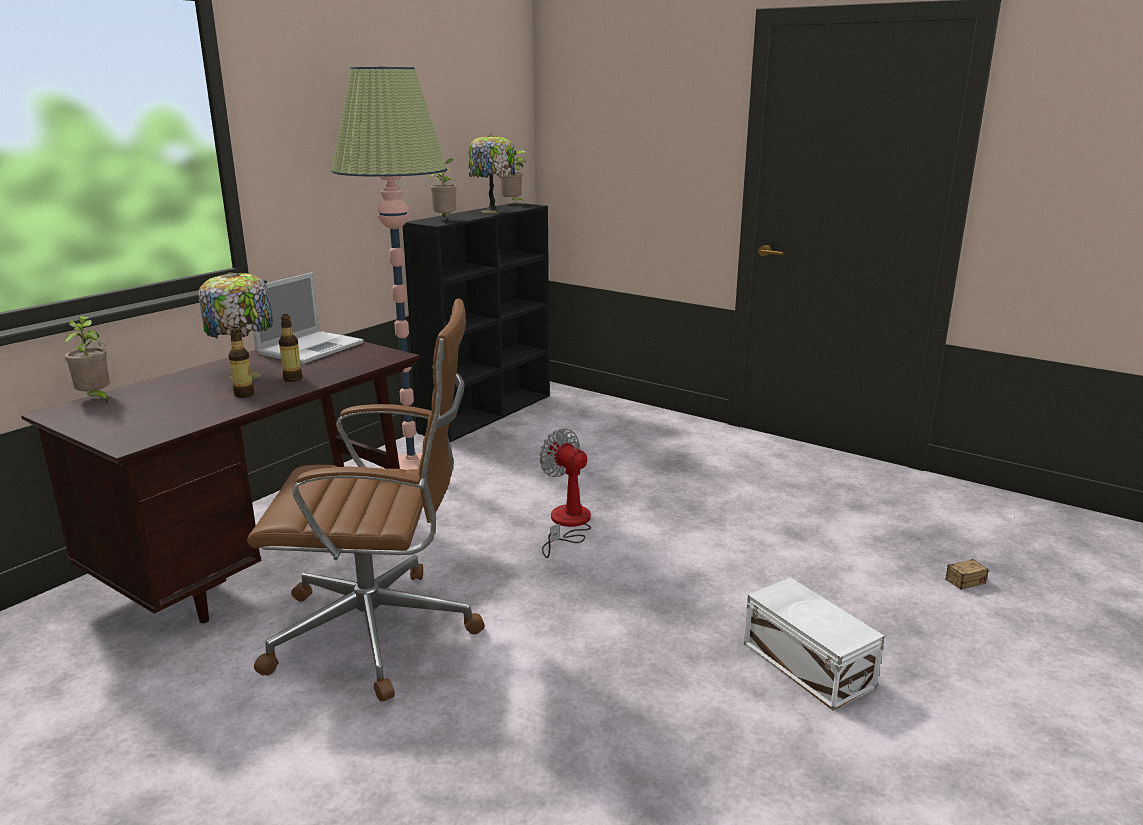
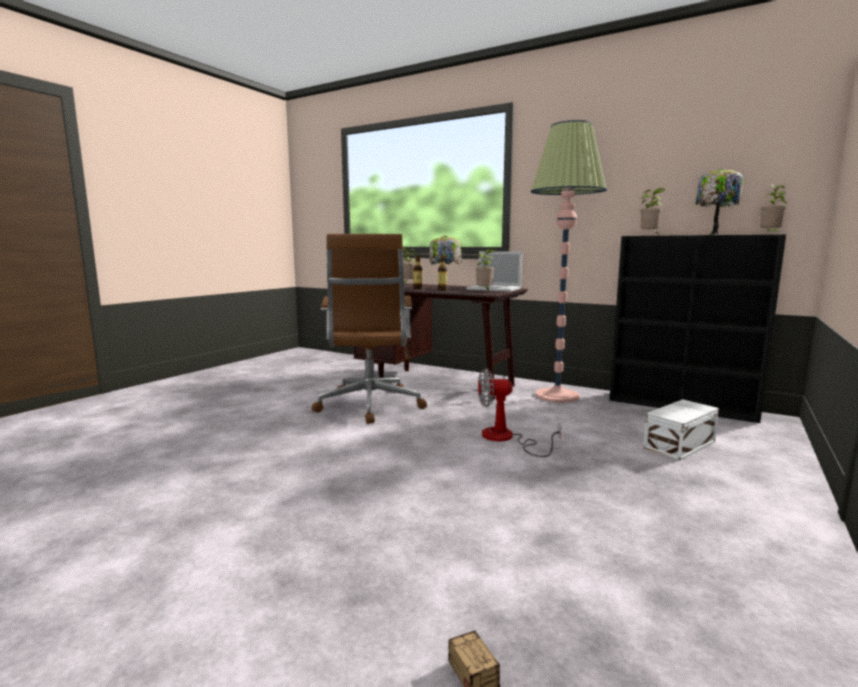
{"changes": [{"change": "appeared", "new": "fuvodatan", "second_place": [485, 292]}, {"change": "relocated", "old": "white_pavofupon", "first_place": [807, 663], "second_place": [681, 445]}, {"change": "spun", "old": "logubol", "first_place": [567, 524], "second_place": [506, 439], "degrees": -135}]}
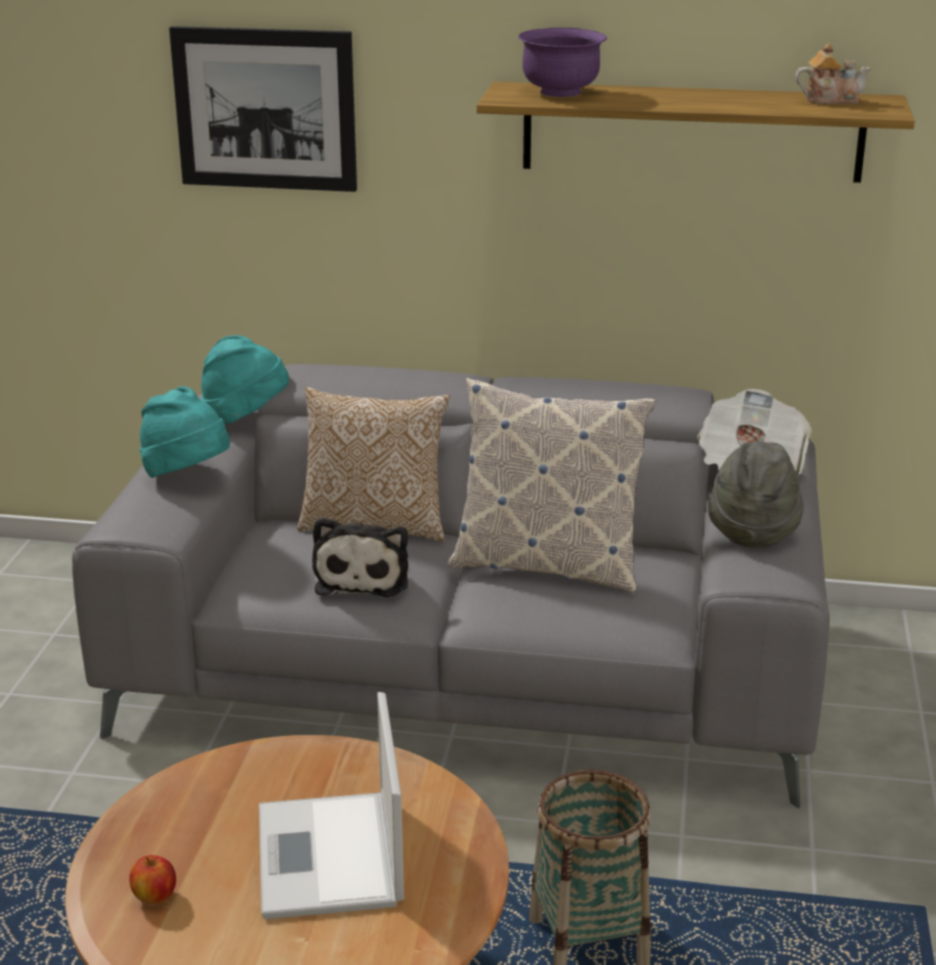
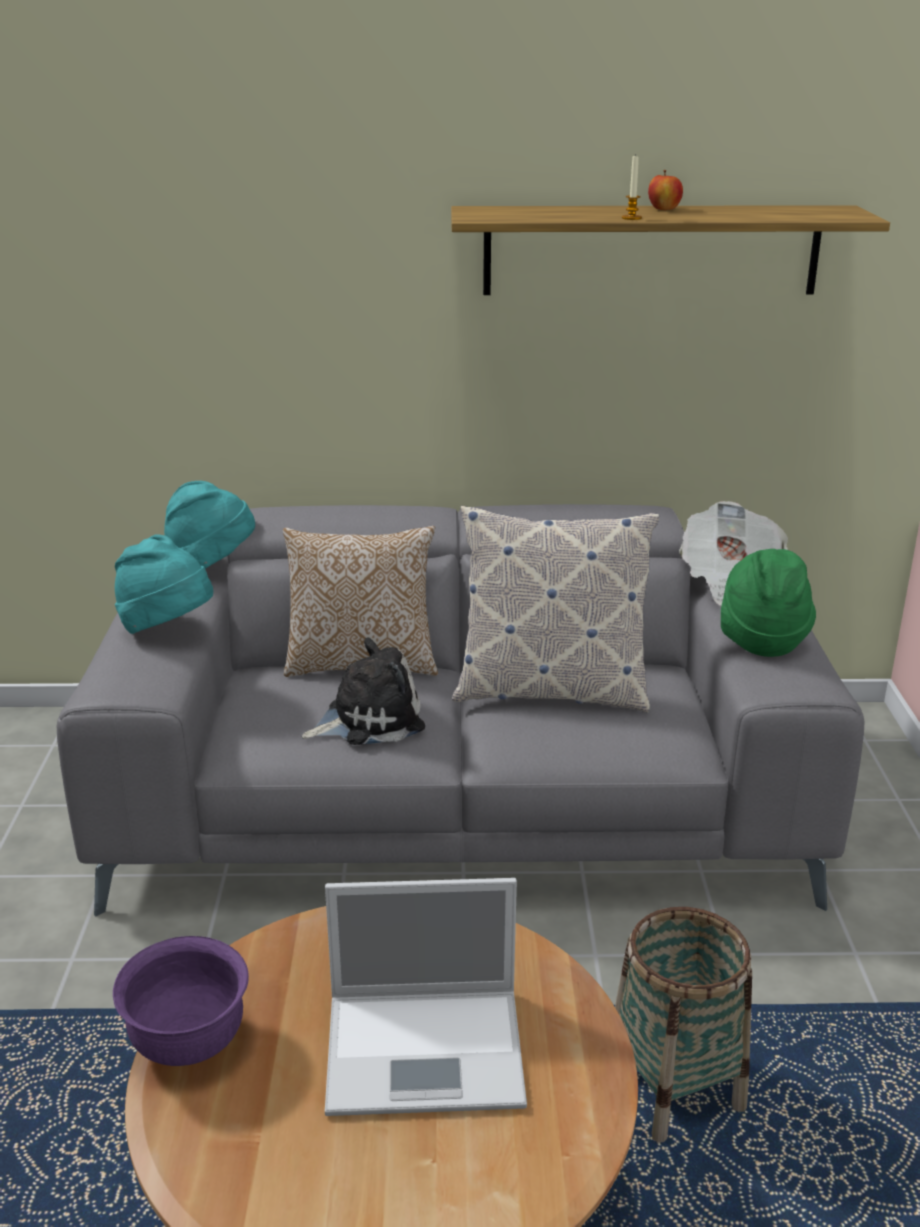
{"changes": [{"change": "missing", "old": "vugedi", "first_place": [265, 109]}, {"change": "missing", "old": "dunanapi", "first_place": [830, 100]}, {"change": "appeared", "new": "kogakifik", "second_place": [631, 218]}, {"change": "relocated", "old": "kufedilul", "first_place": [155, 896], "second_place": [664, 209]}, {"change": "relocated", "old": "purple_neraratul", "first_place": [560, 92], "second_place": [188, 1043]}, {"change": "colour", "old": "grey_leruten", "new": "green_leruten", "first_place": [752, 530], "second_place": [761, 639]}, {"change": "spun", "old": "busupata", "first_place": [330, 858], "second_place": [429, 1050], "degrees": -75}, {"change": "spun", "old": "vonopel", "first_place": [363, 577], "second_place": [369, 719], "degrees": -105}]}
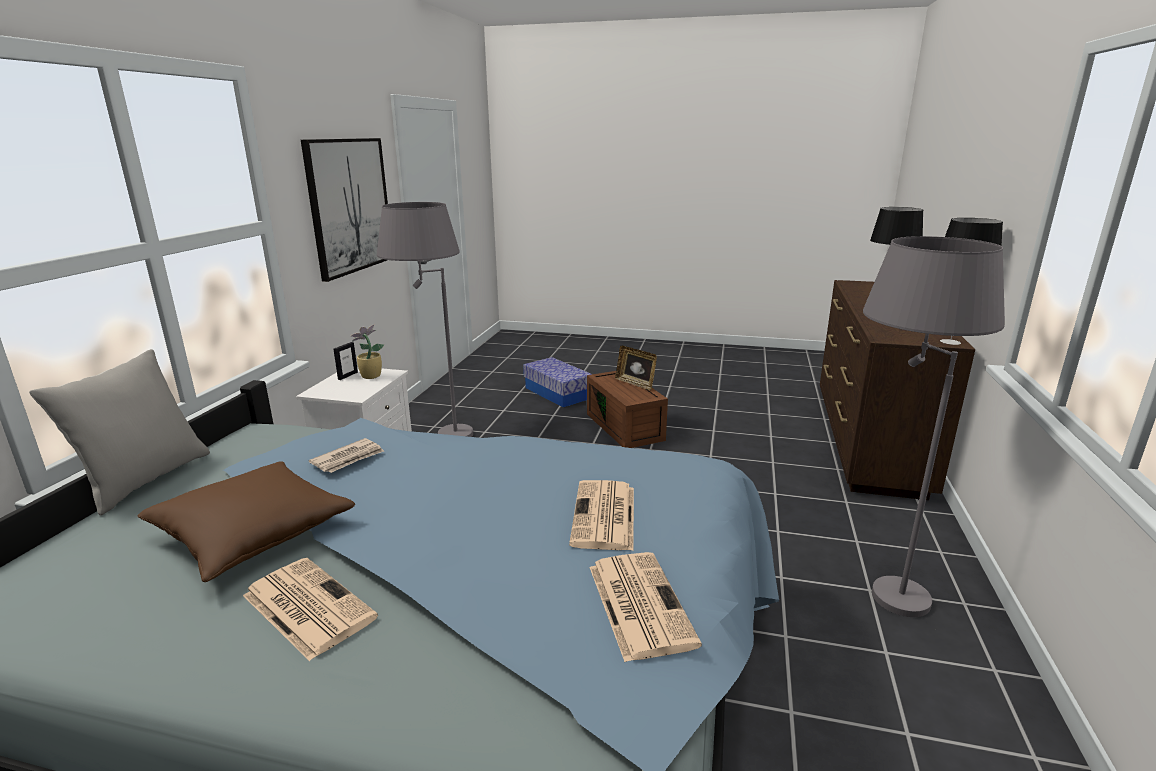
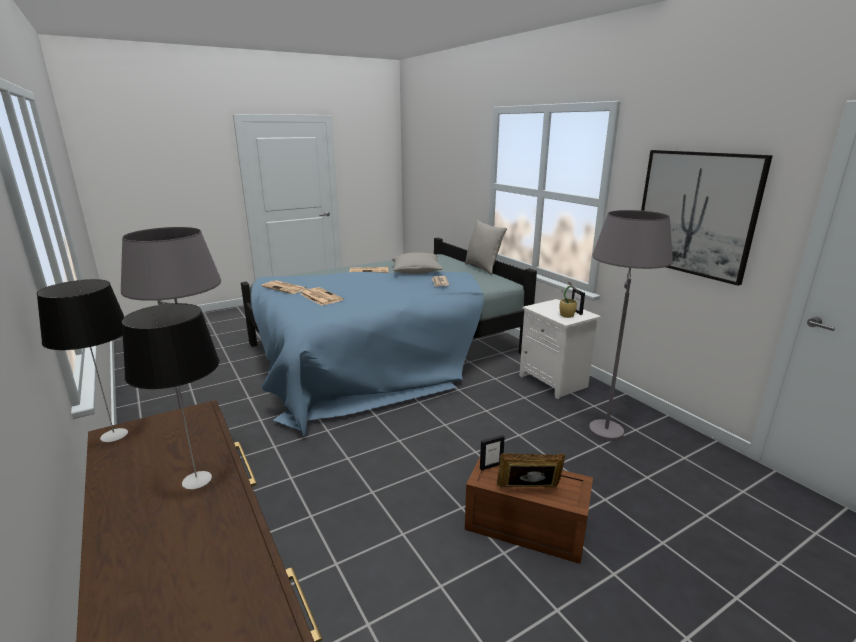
{"changes": [{"change": "missing", "old": "pavofupon", "first_place": [557, 393]}, {"change": "appeared", "new": "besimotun", "second_place": [491, 466]}, {"change": "colour", "old": "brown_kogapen", "new": "grey_kogapen", "first_place": [253, 534], "second_place": [416, 272]}]}
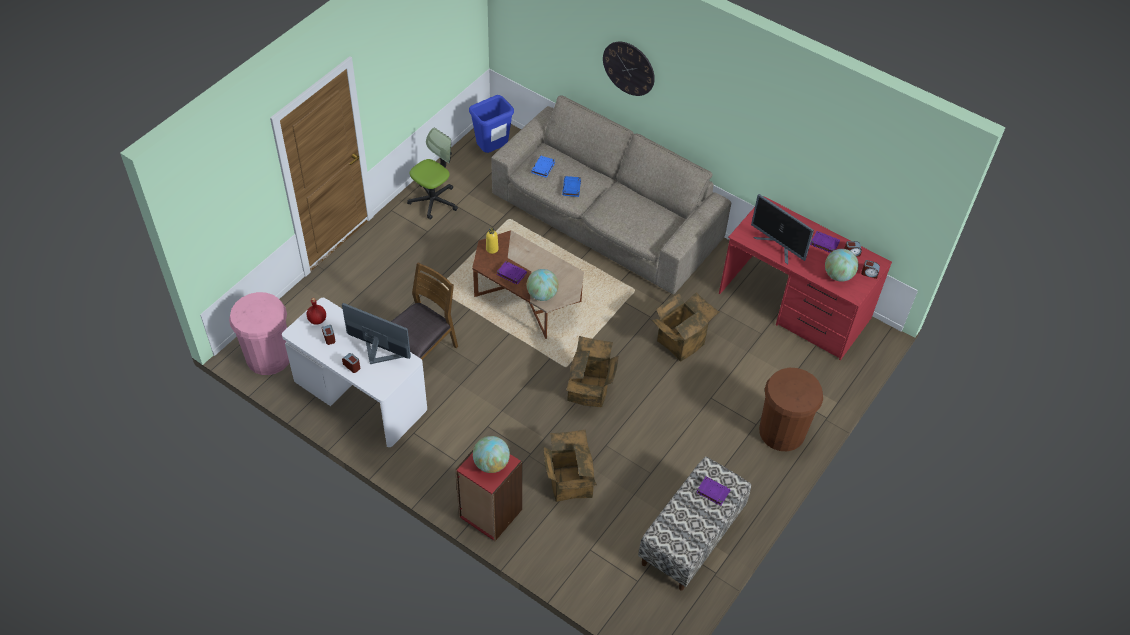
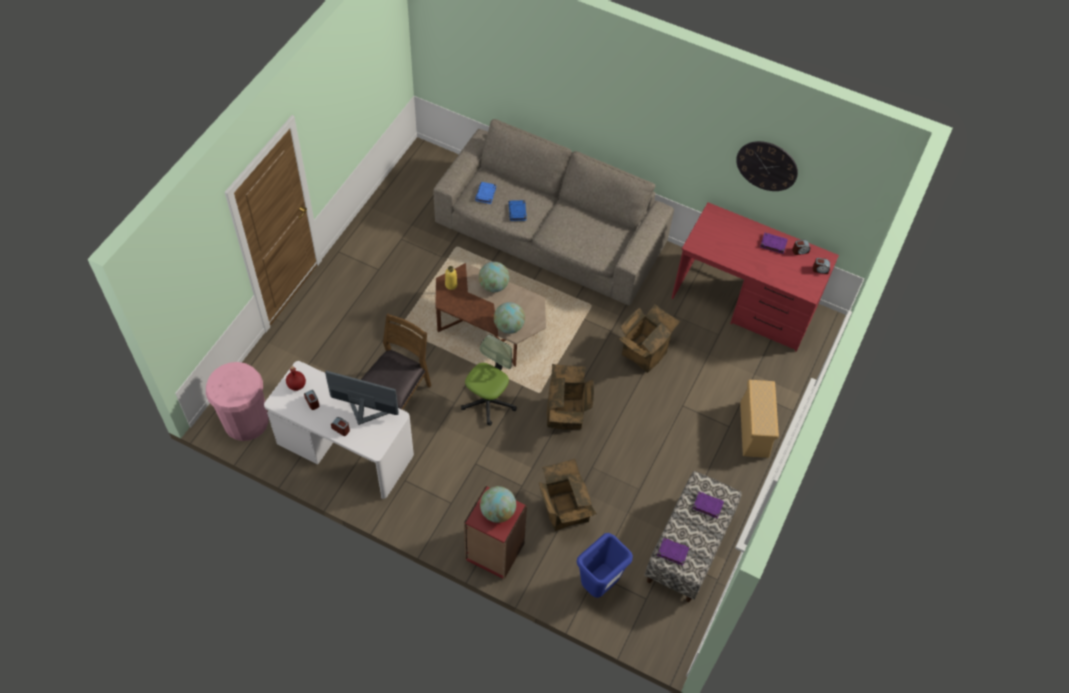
{"changes": [{"change": "missing", "old": "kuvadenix", "first_place": [778, 247]}, {"change": "relocated", "old": "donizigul", "first_place": [433, 200], "second_place": [488, 401]}, {"change": "relocated", "old": "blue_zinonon", "first_place": [492, 151], "second_place": [598, 585]}, {"change": "relocated", "old": "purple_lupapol", "first_place": [511, 274], "second_place": [672, 552]}, {"change": "relocated", "old": "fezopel", "first_place": [629, 68], "second_place": [767, 166]}, {"change": "relocated", "old": "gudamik", "first_place": [838, 275], "second_place": [493, 286]}, {"change": "exchanged", "old": "brown_zinonon", "new": "beige_pavofupon", "first_place": [782, 431], "second_place": [754, 430]}]}
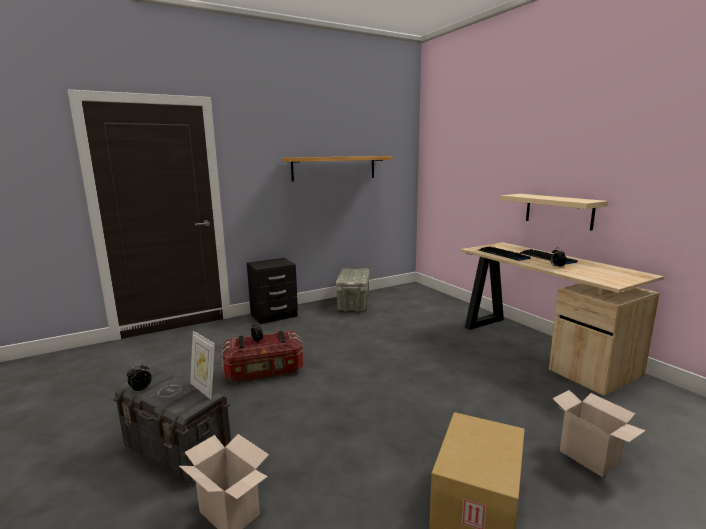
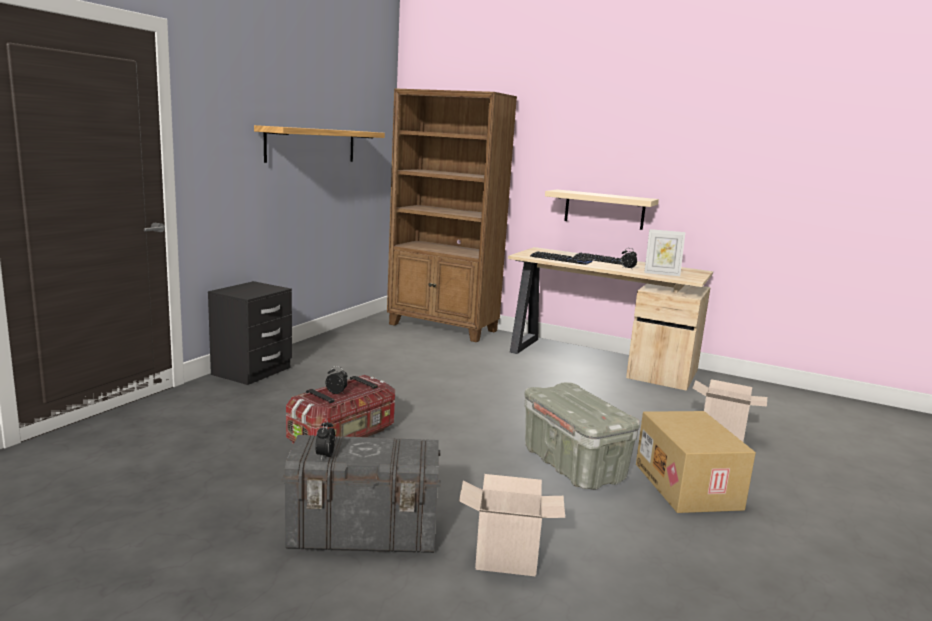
{"changes": [{"change": "appeared", "new": "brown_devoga", "second_place": [443, 328]}, {"change": "relocated", "old": "besimotun", "first_place": [204, 389], "second_place": [661, 274]}, {"change": "relocated", "old": "grey_pavofupon", "first_place": [353, 304], "second_place": [572, 465]}]}
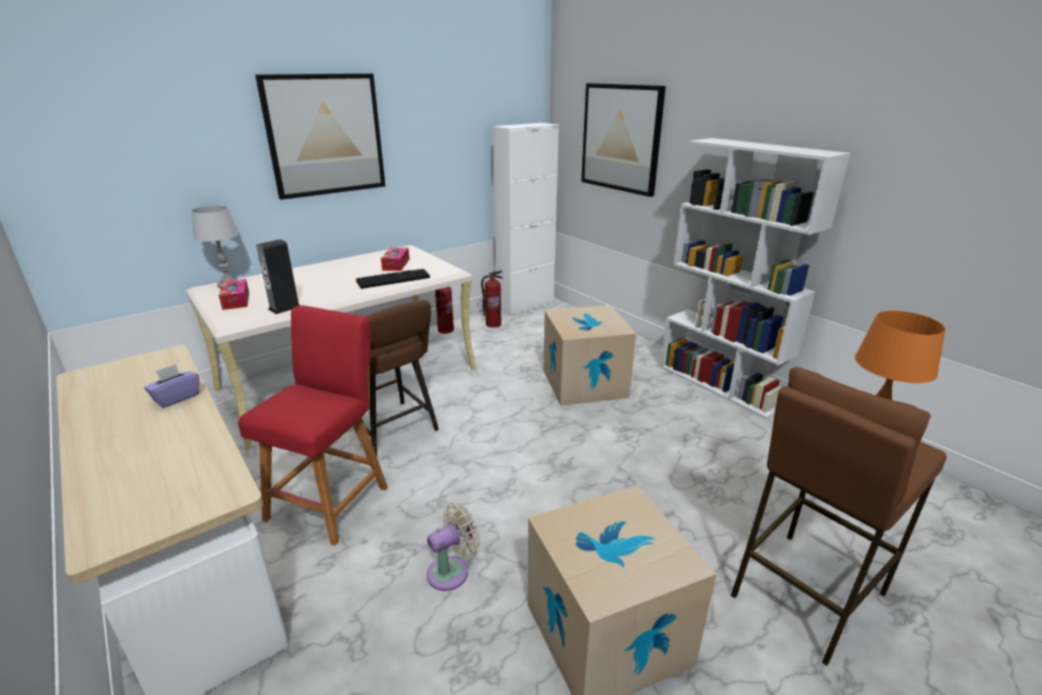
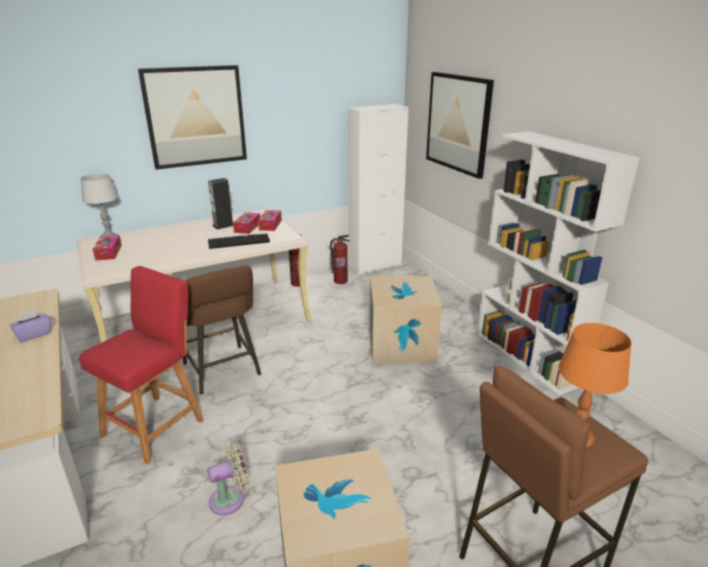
{"changes": [{"change": "appeared", "new": "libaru", "second_place": [270, 225]}, {"change": "relocated", "old": "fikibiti", "first_place": [284, 308], "second_place": [223, 225]}]}
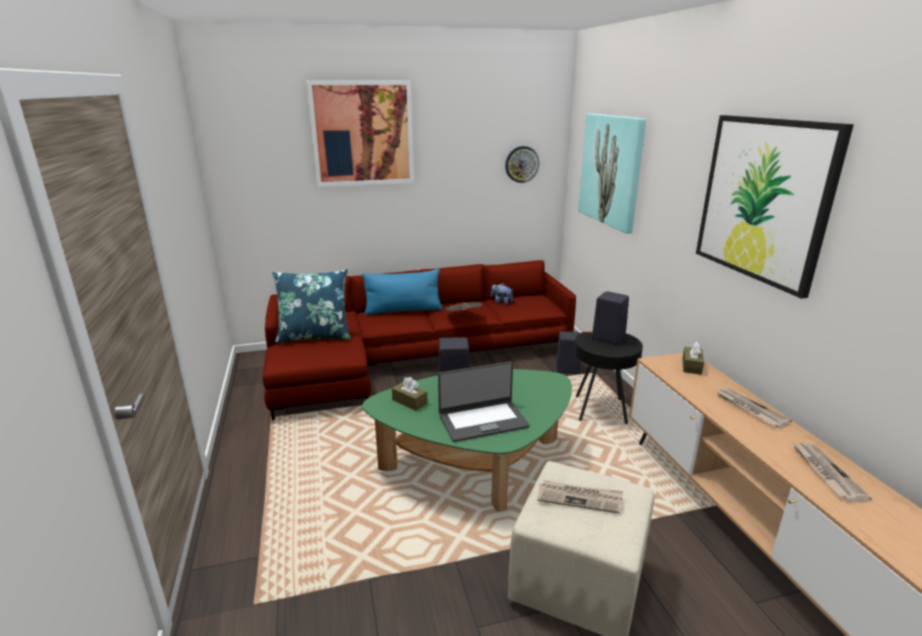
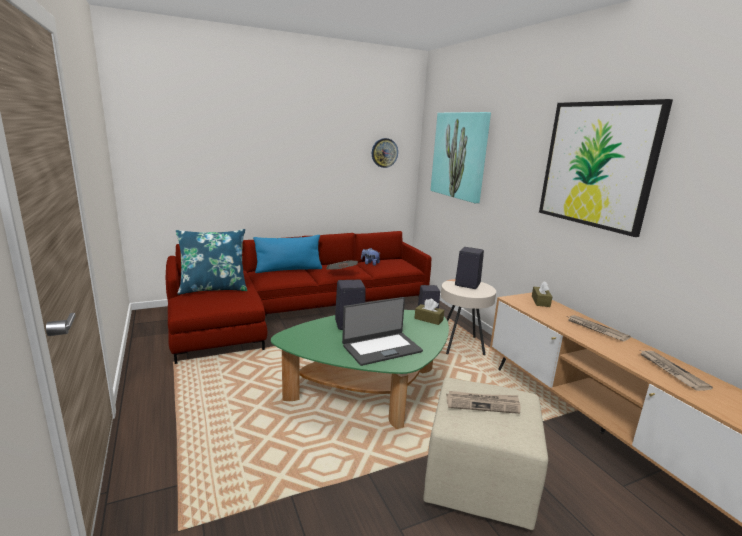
{"changes": [{"change": "missing", "old": "vugedi", "first_place": [362, 134]}, {"change": "relocated", "old": "brown_libaru", "first_place": [409, 402], "second_place": [428, 319]}, {"change": "colour", "old": "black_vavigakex", "new": "beige_vavigakex", "first_place": [600, 410], "second_place": [461, 345]}]}
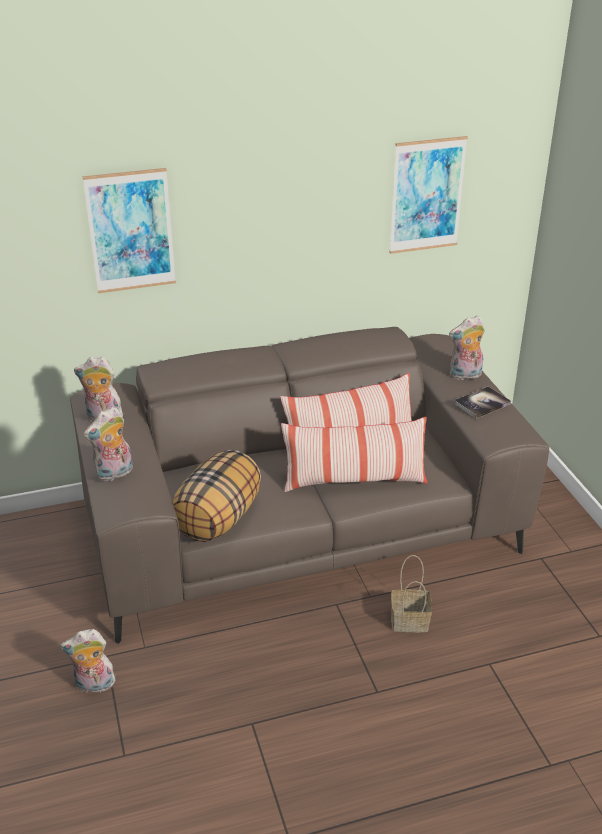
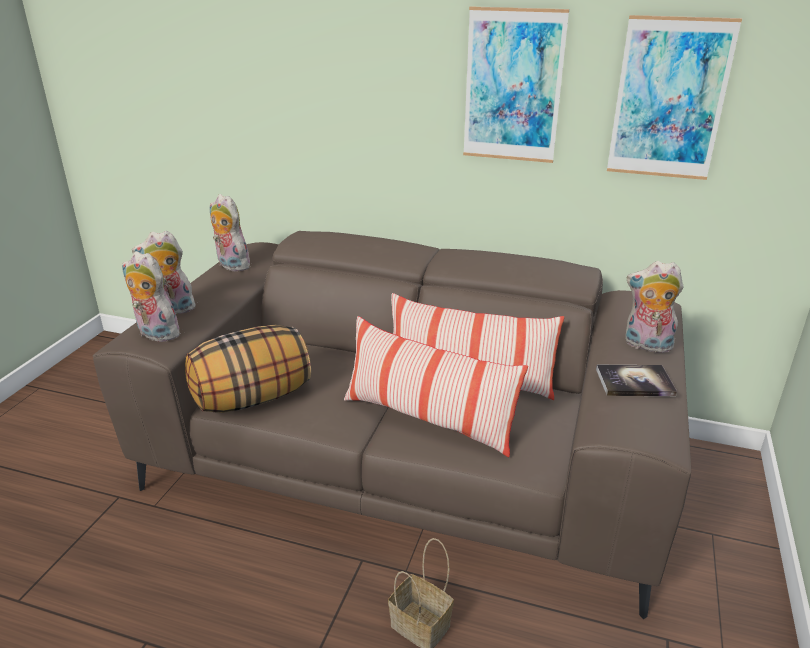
{"changes": [{"change": "relocated", "old": "vonopel", "first_place": [93, 685], "second_place": [155, 334]}, {"change": "relocated", "old": "vugedi", "first_place": [131, 231], "second_place": [513, 86]}]}
